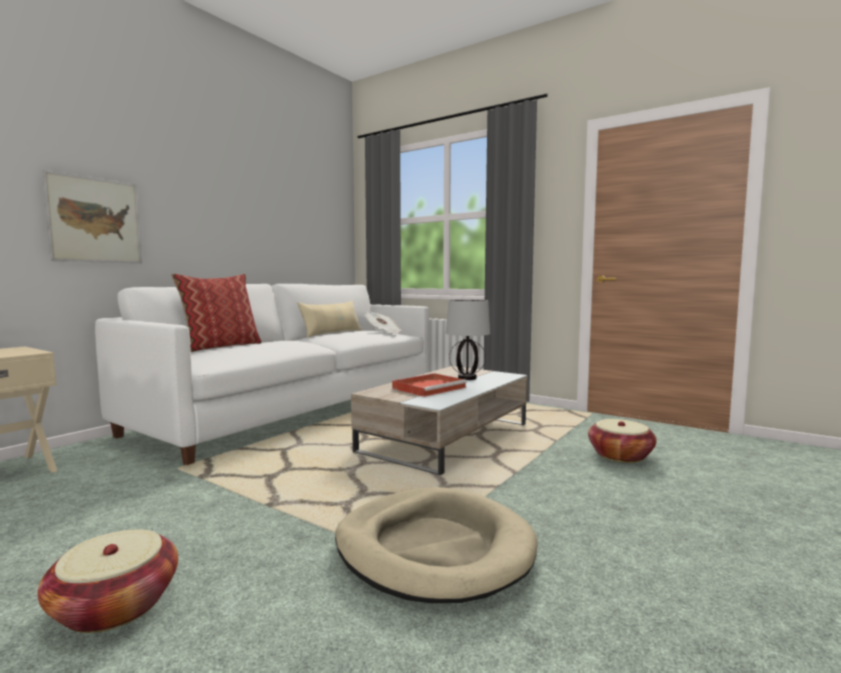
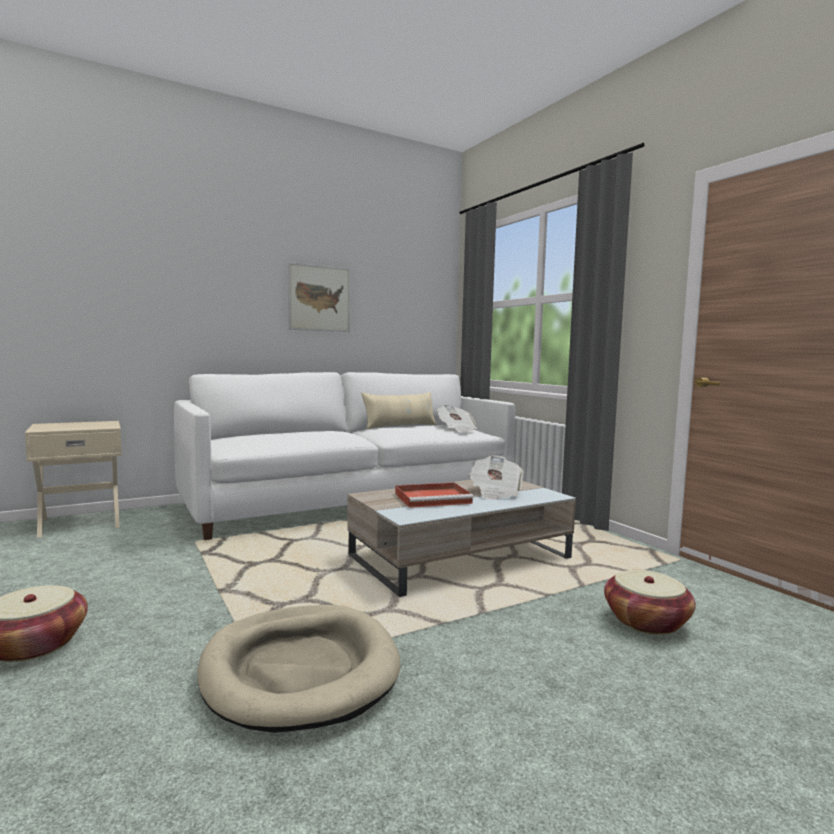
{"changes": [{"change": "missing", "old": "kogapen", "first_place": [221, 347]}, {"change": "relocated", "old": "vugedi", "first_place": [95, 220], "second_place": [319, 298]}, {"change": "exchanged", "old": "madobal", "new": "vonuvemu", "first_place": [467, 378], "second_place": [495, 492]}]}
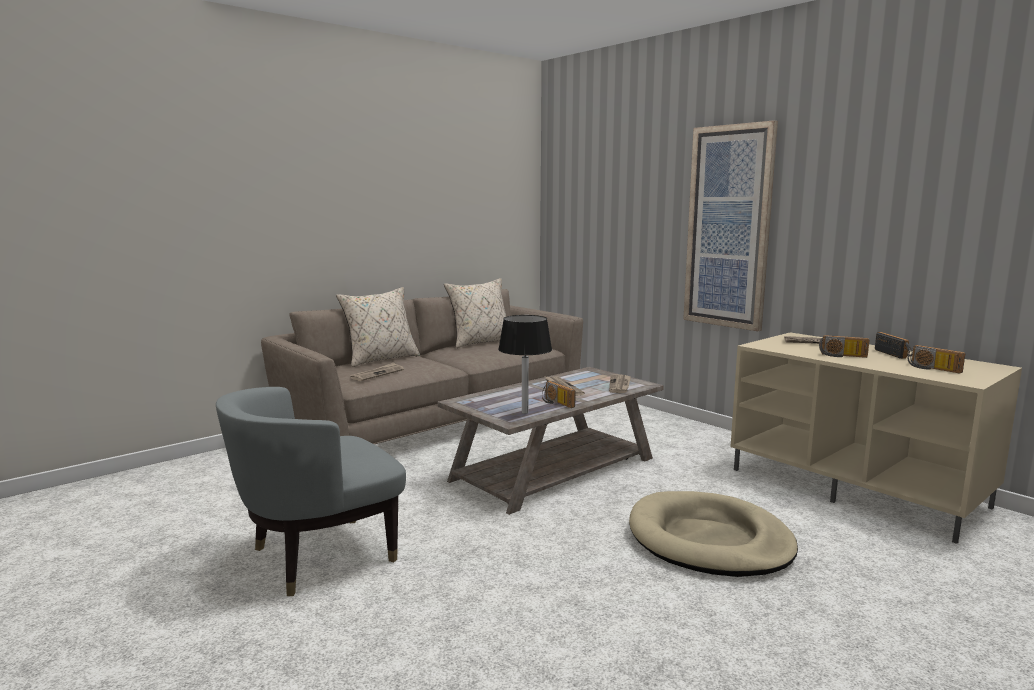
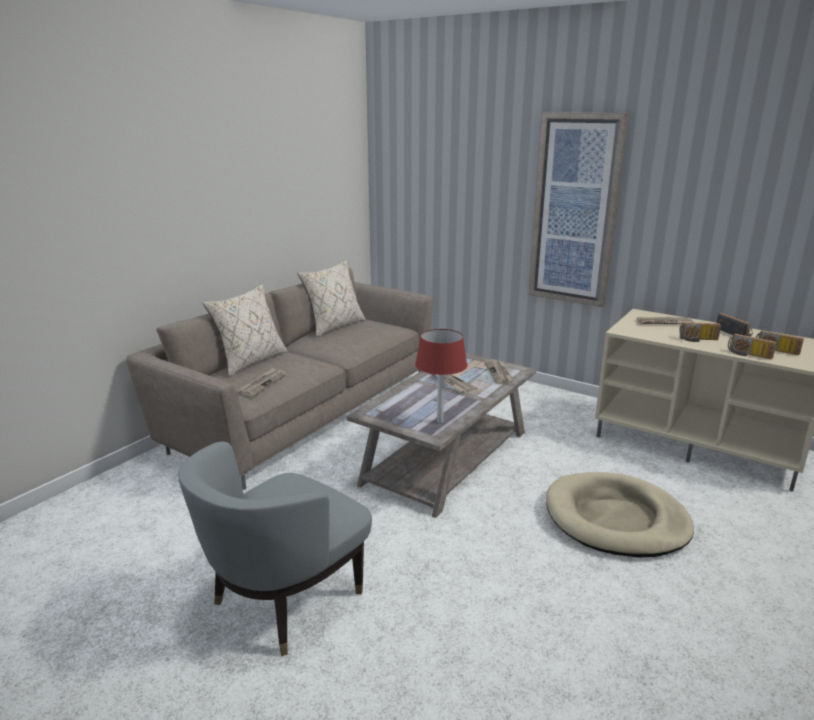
{"changes": [{"change": "relocated", "old": "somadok", "first_place": [556, 403], "second_place": [748, 355]}, {"change": "colour", "old": "black_madobal", "new": "red_madobal", "first_place": [524, 412], "second_place": [439, 421]}]}
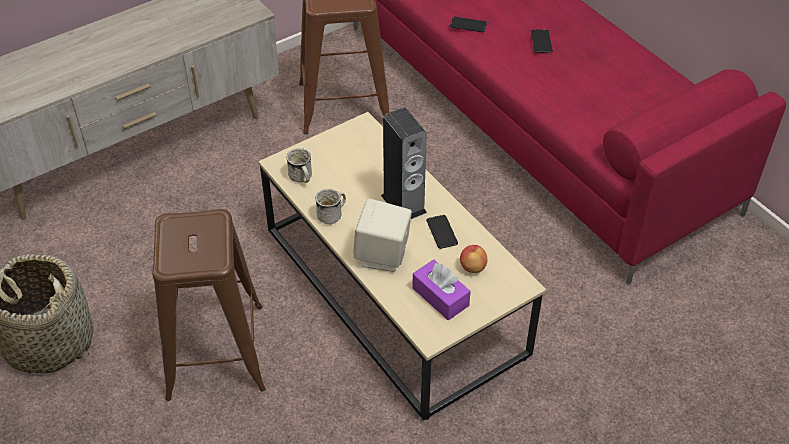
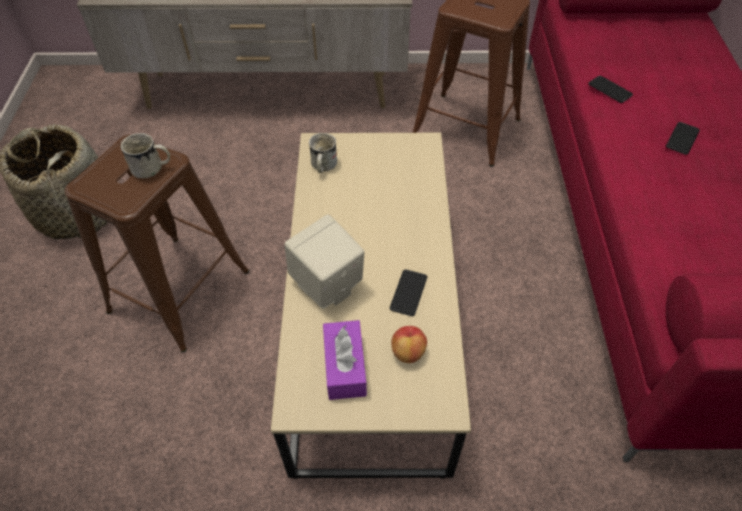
{"changes": [{"change": "missing", "old": "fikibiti", "first_place": [403, 204]}, {"change": "relocated", "old": "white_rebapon", "first_place": [333, 214], "second_place": [152, 169]}]}
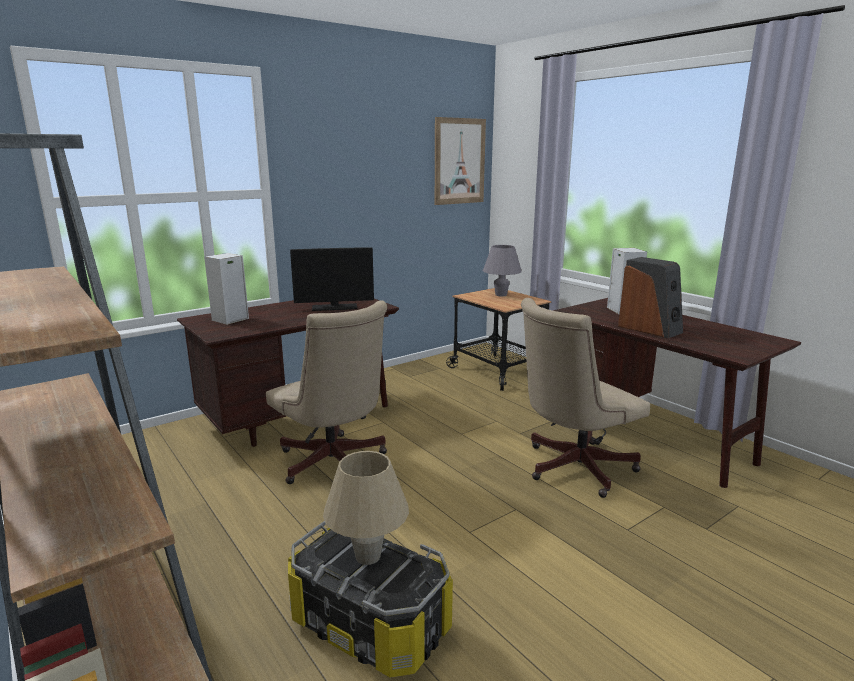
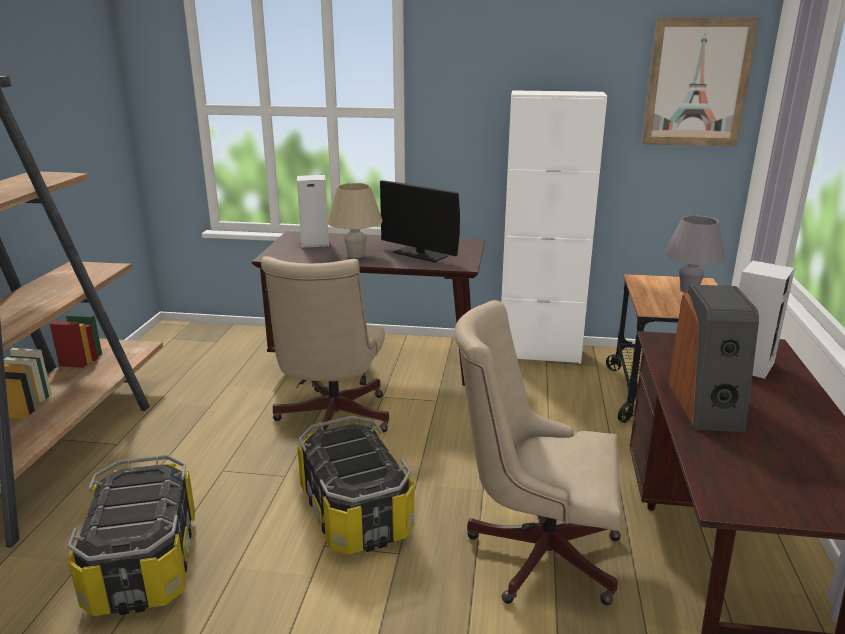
{"changes": [{"change": "appeared", "new": "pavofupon", "second_place": [354, 512]}, {"change": "appeared", "new": "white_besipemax", "second_place": [539, 353]}, {"change": "relocated", "old": "beige_madobal", "first_place": [368, 556], "second_place": [356, 255]}]}
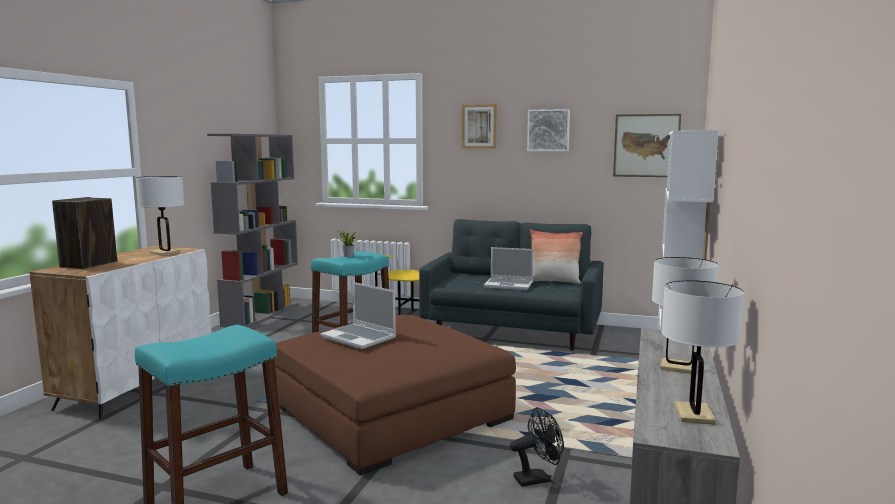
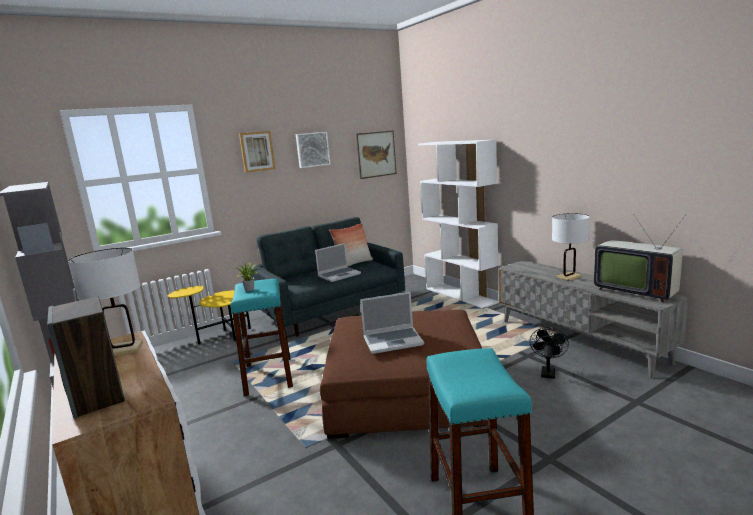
{"changes": [{"change": "exchanged", "old": "white_madobal", "new": "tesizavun", "first_place": [694, 414], "second_place": [635, 290]}]}
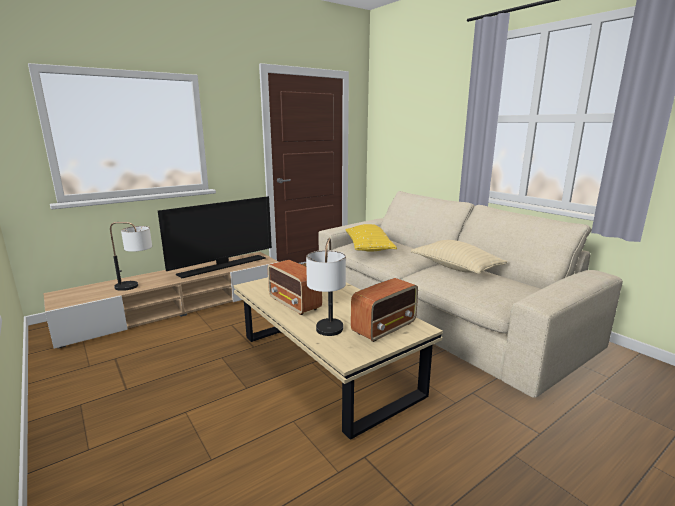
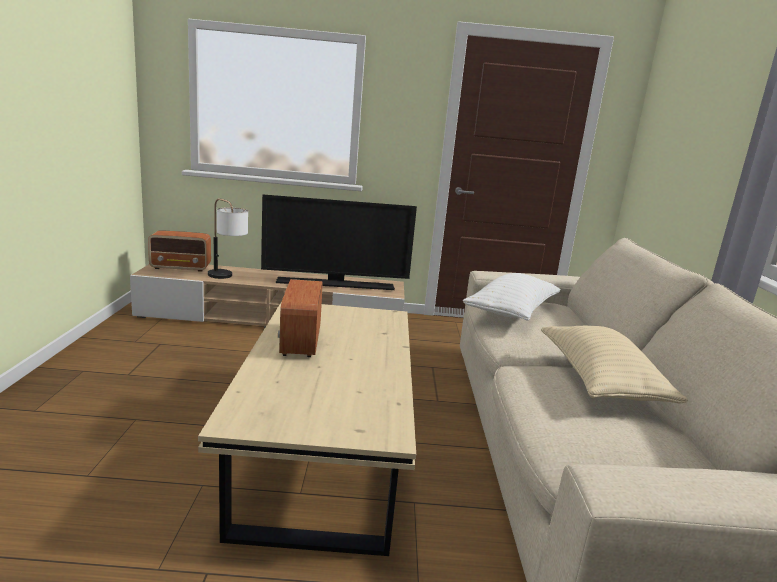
{"changes": [{"change": "missing", "old": "madobal", "first_place": [327, 336]}, {"change": "relocated", "old": "somadok", "first_place": [385, 328], "second_place": [181, 268]}, {"change": "colour", "old": "yellow_kogapen", "new": "white_kogapen", "first_place": [368, 248], "second_place": [511, 312]}]}
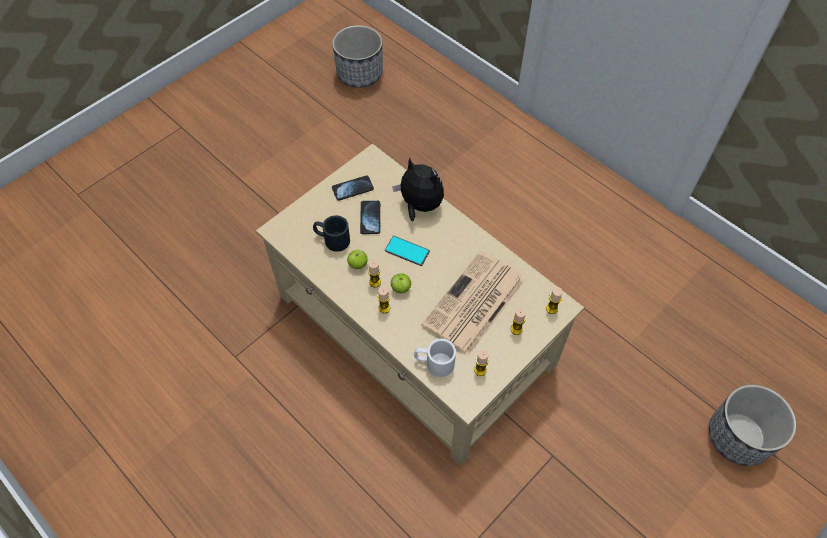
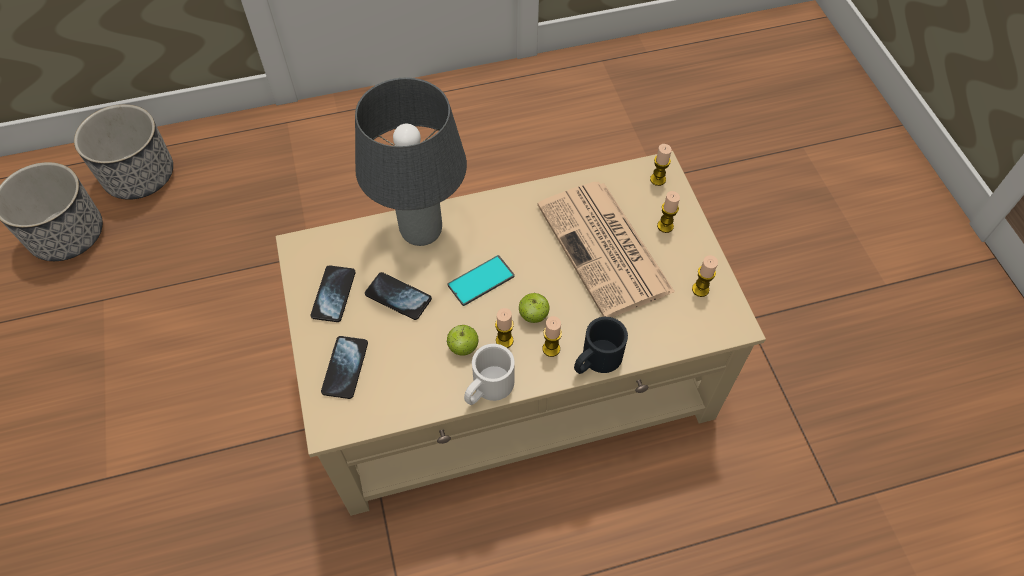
{"changes": [{"change": "appeared", "new": "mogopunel", "second_place": [345, 368]}, {"change": "relocated", "old": "black_rebapon", "first_place": [332, 239], "second_place": [595, 360]}, {"change": "relocated", "old": "white_rebapon", "first_place": [434, 363], "second_place": [487, 388]}, {"change": "relocated", "old": "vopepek", "first_place": [739, 437], "second_place": [140, 175]}, {"change": "exchanged", "old": "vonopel", "new": "grey_madobal", "first_place": [419, 206], "second_place": [421, 233]}]}
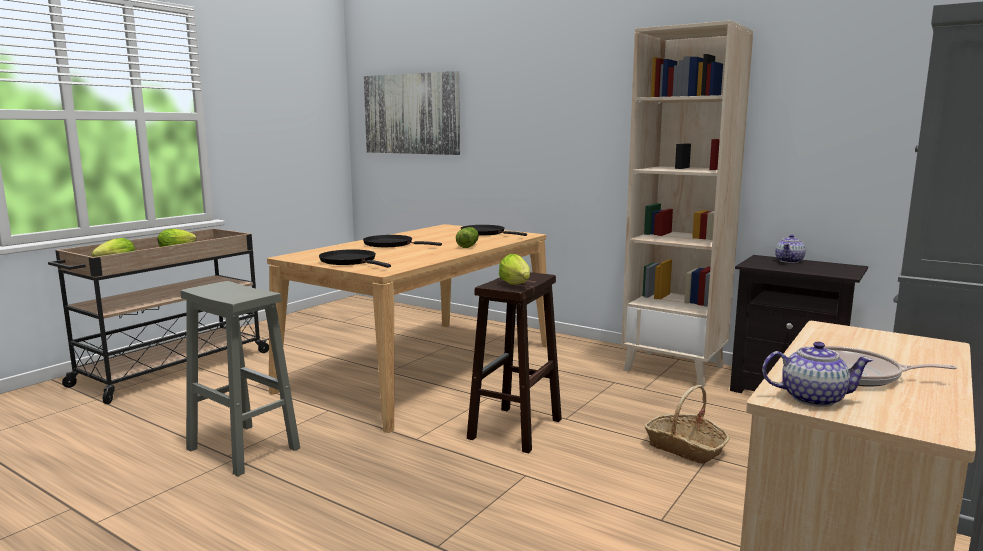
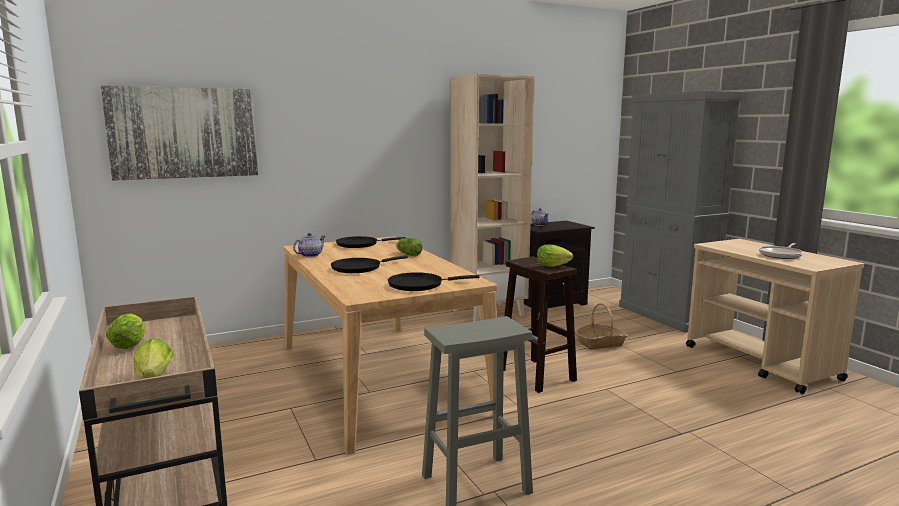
{"changes": [{"change": "relocated", "old": "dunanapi", "first_place": [812, 398], "second_place": [310, 255]}]}
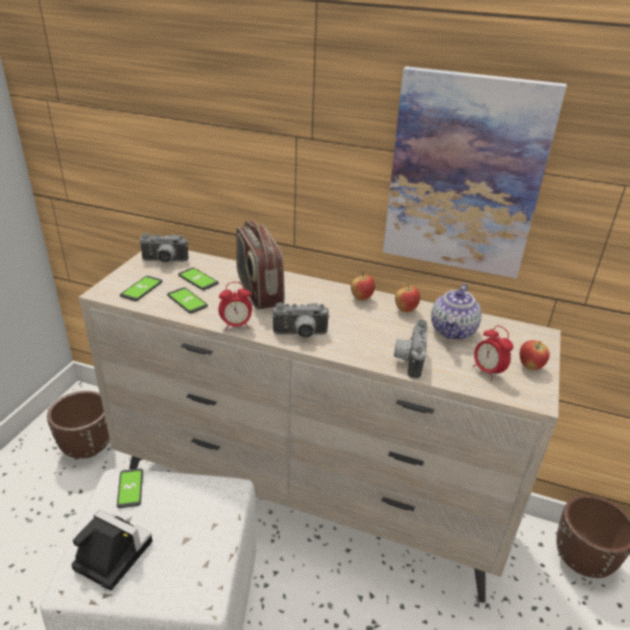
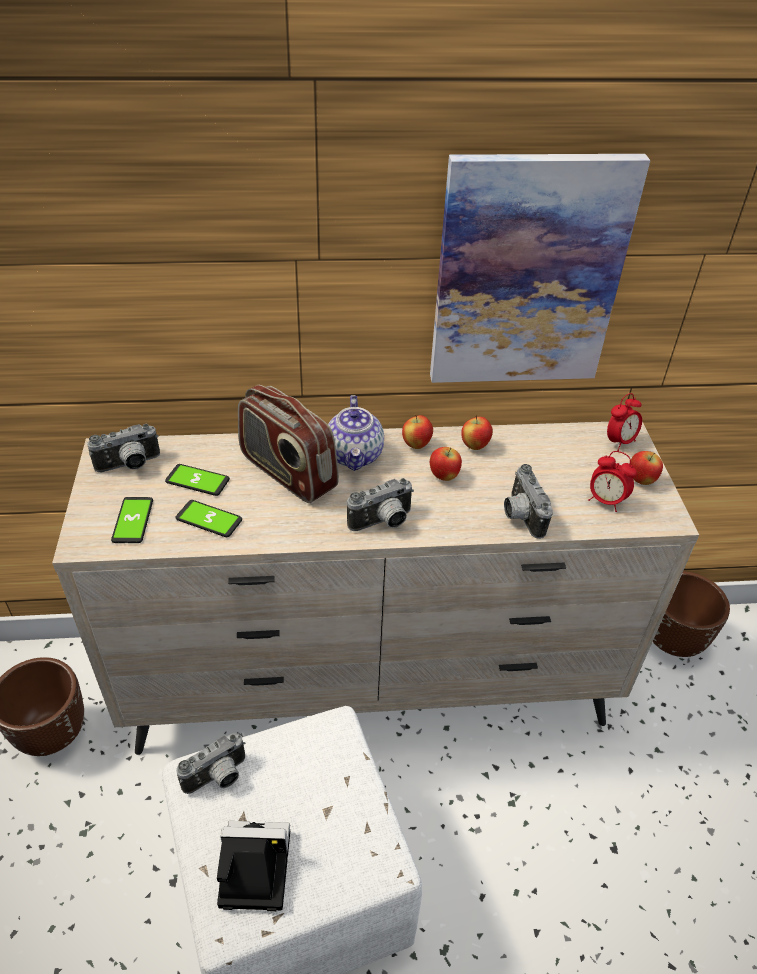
{"changes": [{"change": "appeared", "new": "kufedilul", "second_place": [444, 476]}, {"change": "relocated", "old": "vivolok", "first_place": [236, 326], "second_place": [619, 442]}, {"change": "relocated", "old": "dunanapi", "first_place": [453, 331], "second_place": [355, 455]}, {"change": "exchanged", "old": "mogopunel", "new": "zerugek", "first_place": [130, 488], "second_place": [218, 778]}]}
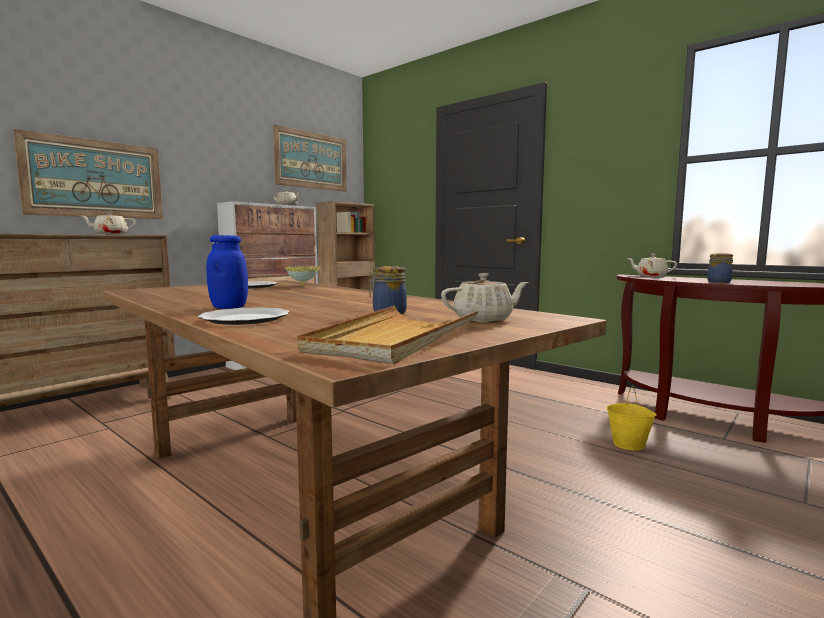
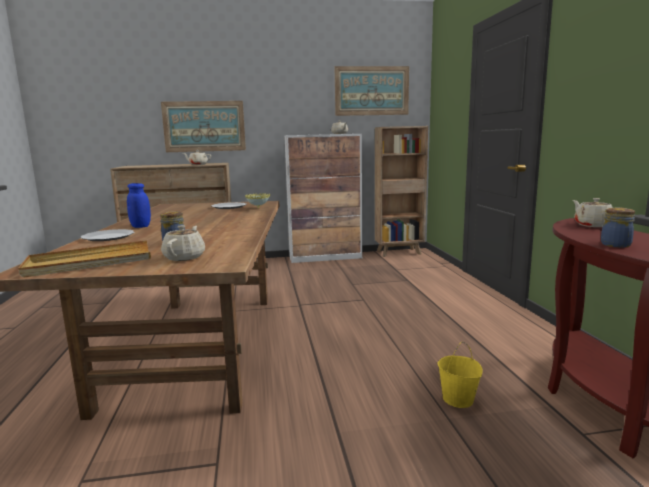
{"changes": [{"change": "spun", "old": "beige_dunanapi", "first_place": [484, 320], "second_place": [185, 257], "degrees": -105}]}
